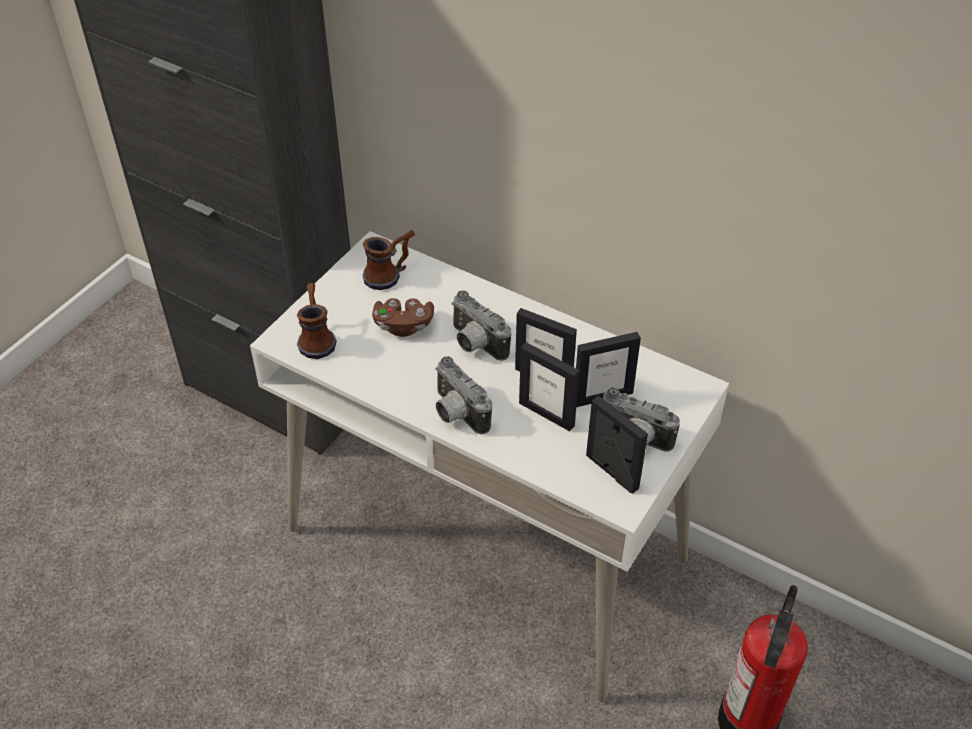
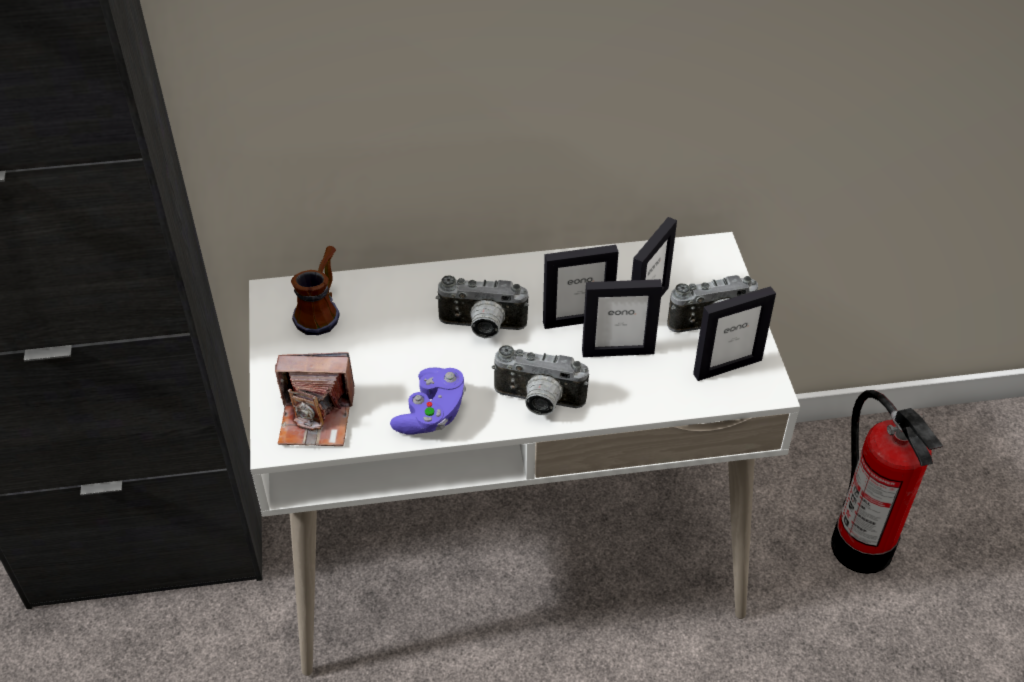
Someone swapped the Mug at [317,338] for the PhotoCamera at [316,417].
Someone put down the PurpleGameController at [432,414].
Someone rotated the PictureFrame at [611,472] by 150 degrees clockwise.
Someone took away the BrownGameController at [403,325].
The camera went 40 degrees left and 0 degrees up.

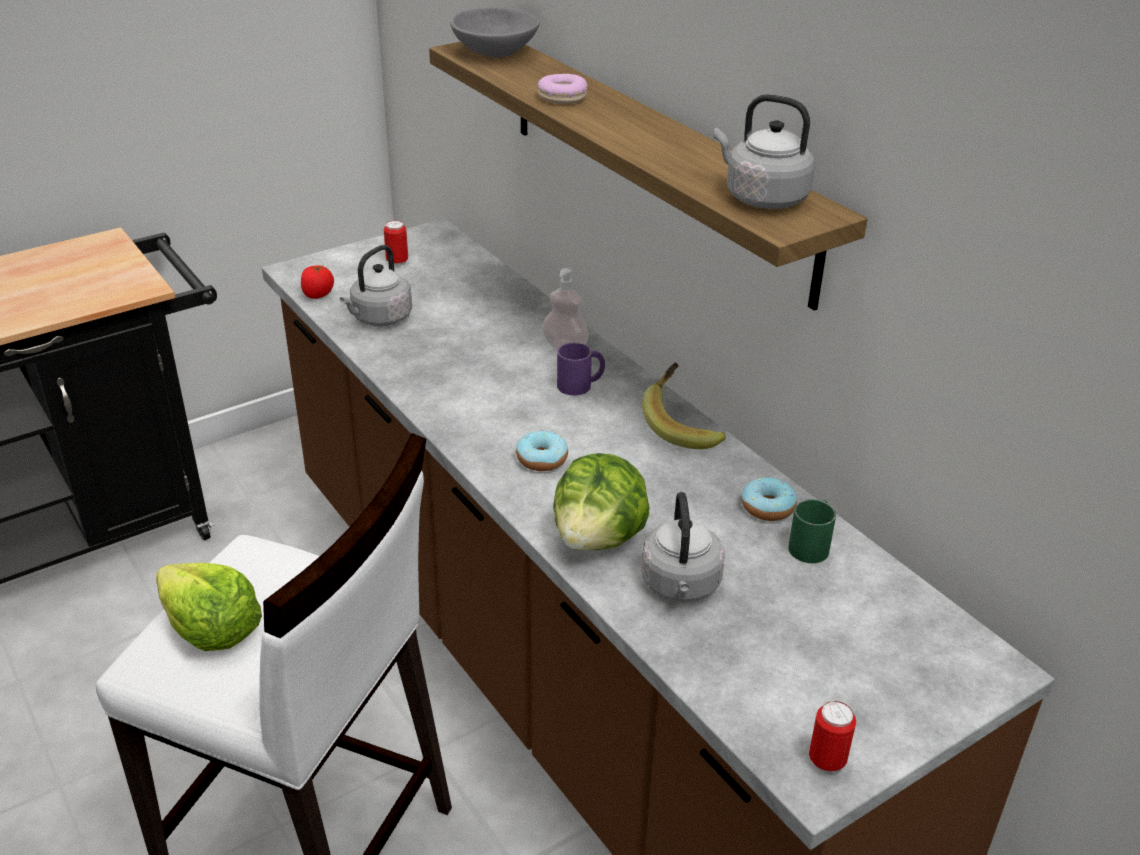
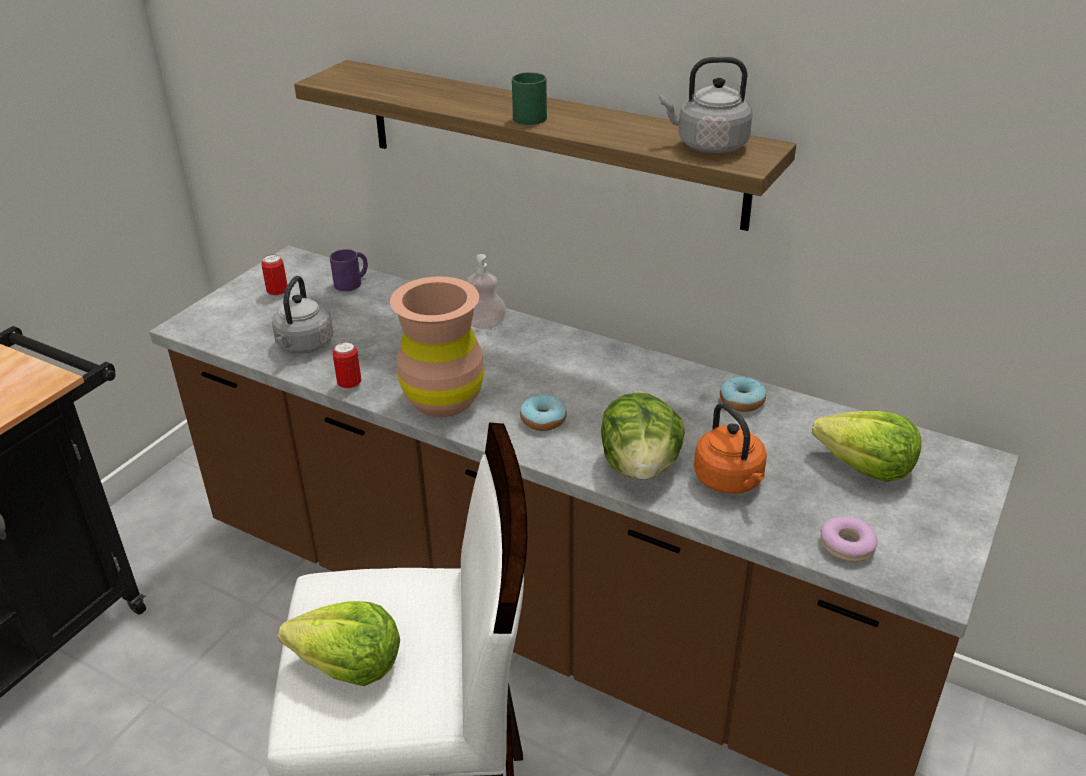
Someone carried the PurpleMug from [581,385] to [352,282].
Someone carried the Can from [827,761] to [349,385].
Someone put down the BrownVase at [443,399].
Someone carried the GreenMug from [811,544] to [530,115].
Someone repainted the GreyKettle at [680,585], which became the OrangeKettle at [730,481].
Someone put down the Lettuce at [866,467].
Someone carried the Donut from [562,97] to [847,545].
Someone took away the Tomato at [318,294].
Someone took away the GreyBowl at [495,52].
Someone took away the Banana at [684,425].
The camera went 25 degrees left and 0 degrees up.

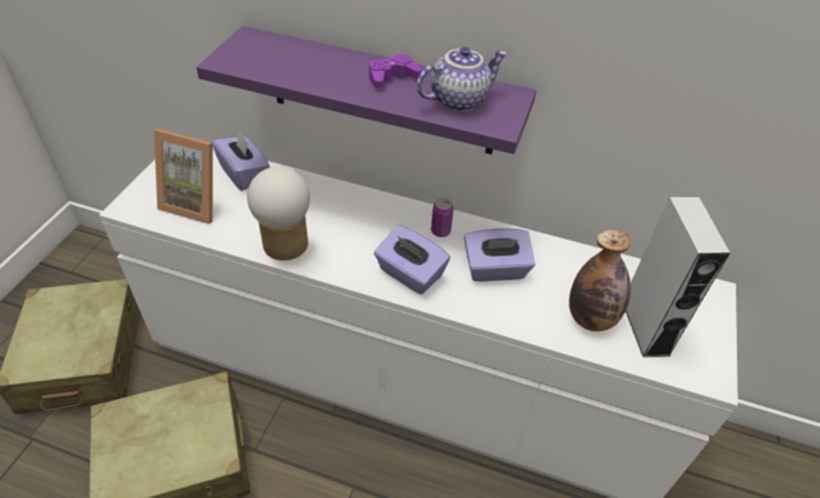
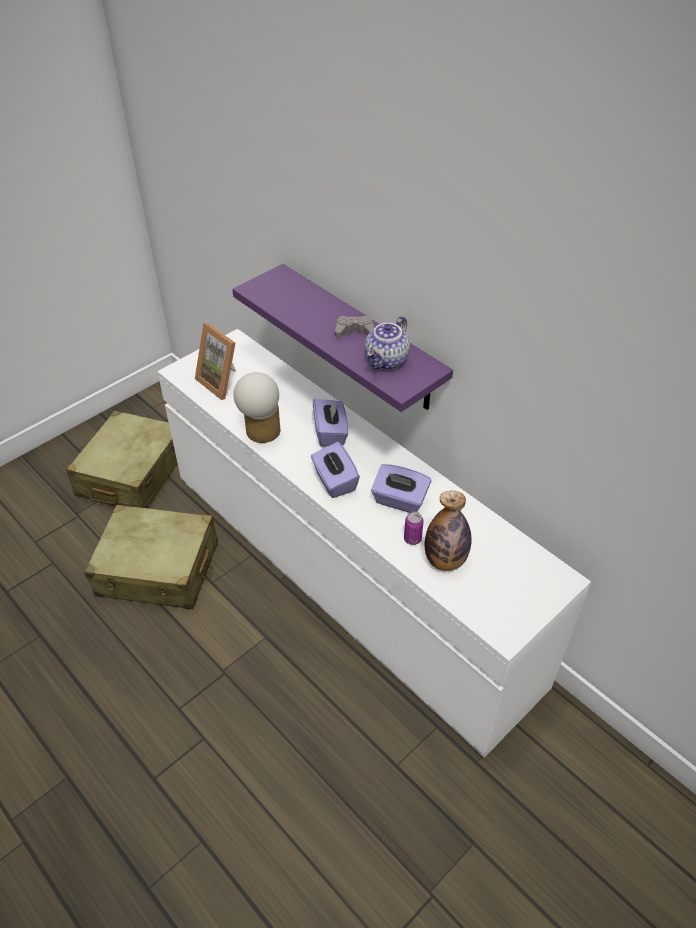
Someone carried the PurpleTissueBox from [244,174] to [330,433].
Someone repainted the PurpleGameController at [392,77], which became the GreyGameController at [354,331].
Someone rotated the Teapot at [458,99] by 120 degrees clockwise.
Someone carried the Can from [440,231] to [412,539].
Someone took away the GreySpeaker at [645,327].
The camera went 30 degrees right and 0 degrees up.

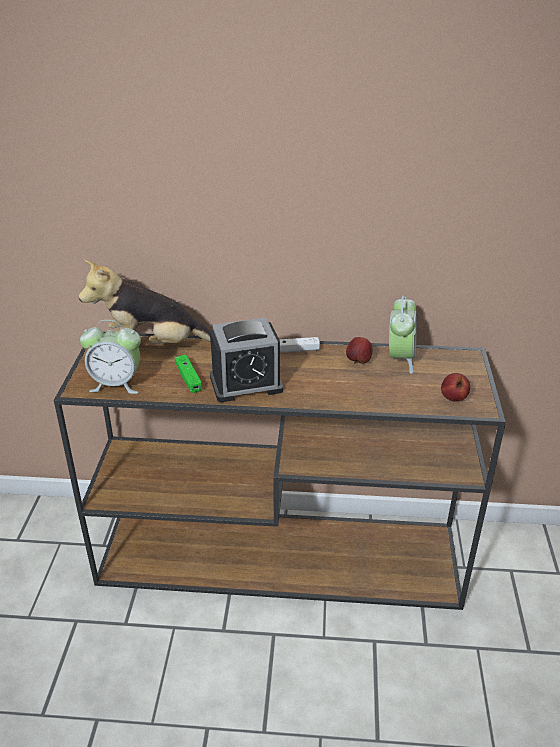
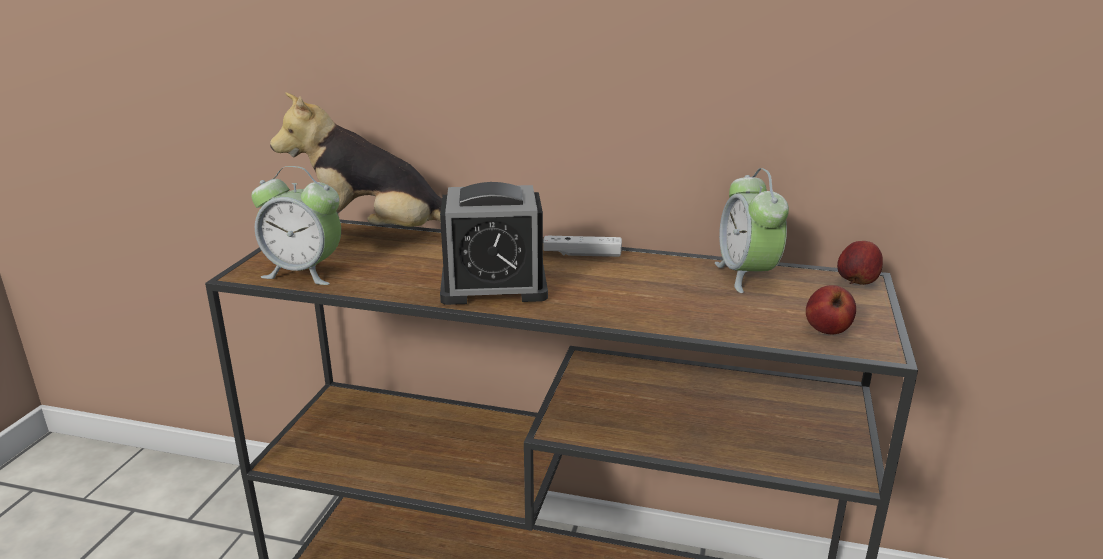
Someone rotated the AlarmClock at [400,359] by 150 degrees clockwise.
Someone carried the Apple from [358,361] to [856,283].
Someone took away the GreenGameController at [188,378].
The camera went 10 degrees right and 10 degrees down.

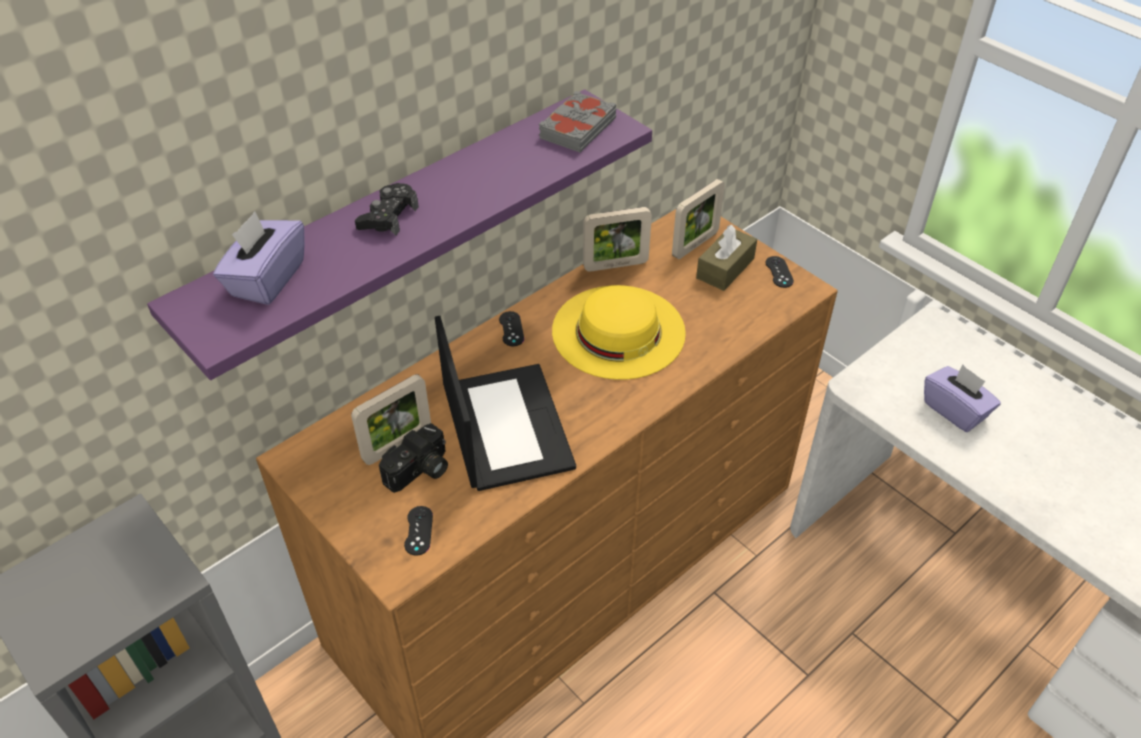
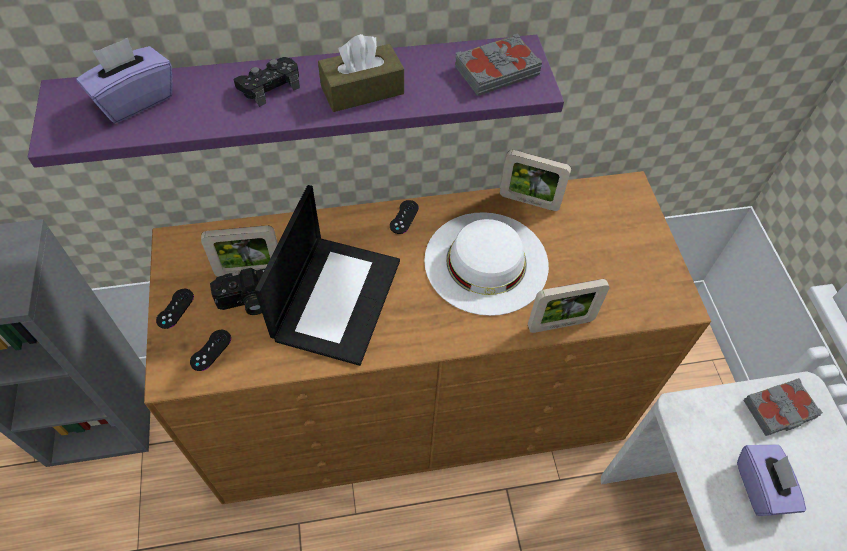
Someone carried the BlackGameController from [779,272] to [175,308].
Someone carried the BrownTissueBox from [725,268] to [362,90].
Someone repainted the YellowHat at [618,331], which became the WhiteHat at [486,262].
Someone carried the PictureFrame from [695,244] to [560,324].
Someone put down the GreyBook at [779,410].
The camera went 30 degrees right and 10 degrees up.

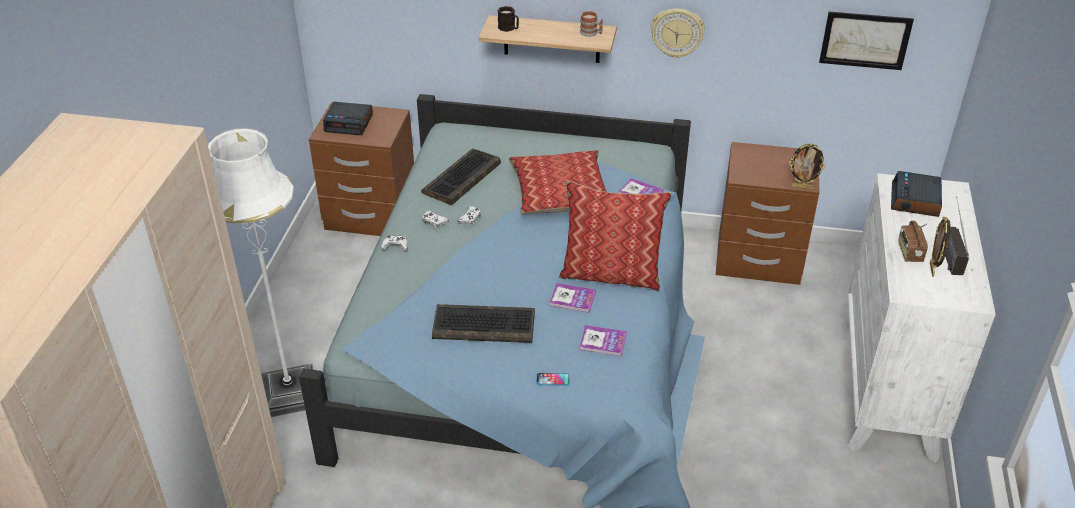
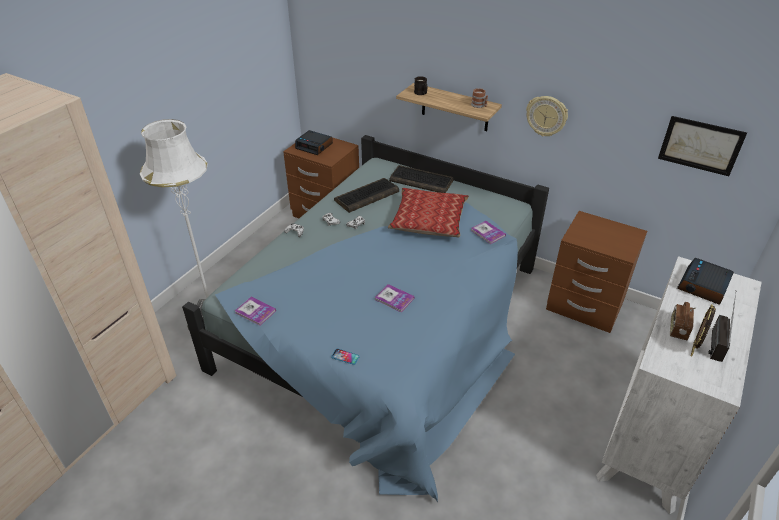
Someone carried the Book from [603,342] to [255,312].
Someone carried the Keyboard from [485,325] to [422,181].
Someone took away the Pillow at [611,273].
Someone took away the PictureFrame at [802,187].
The camera went 20 degrees right and 0 degrees up.

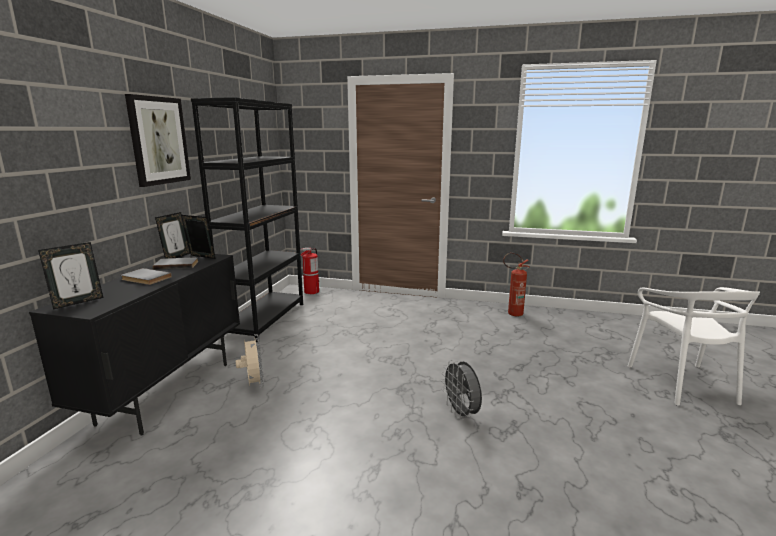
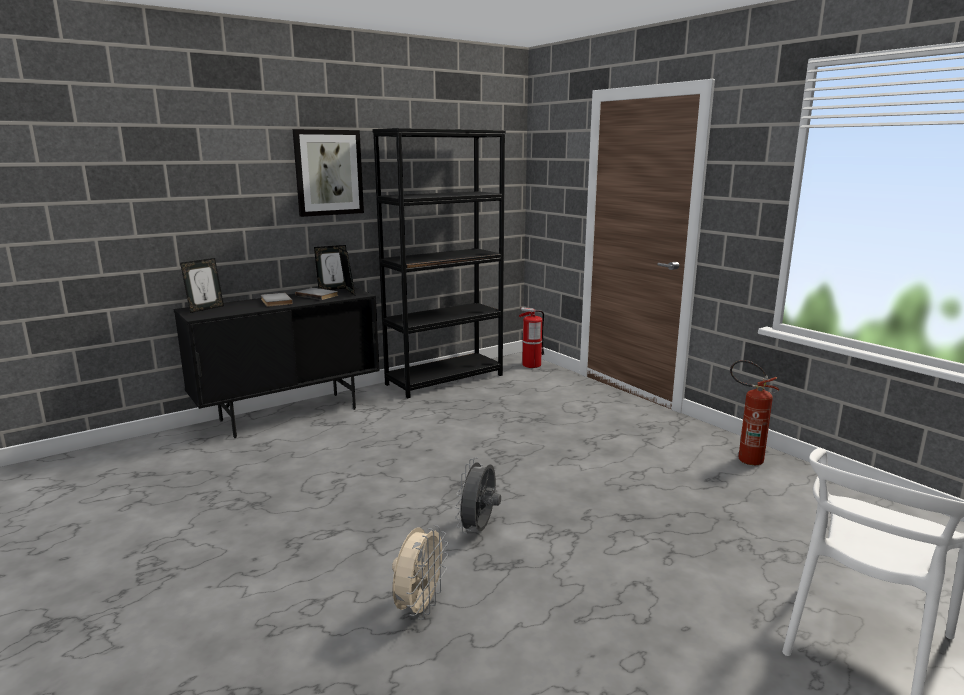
Someone rotated the PictureFrame at [78,302] by 45 degrees counterclockwise.
Someone carried the BeigeFan from [254,384] to [419,607].
The camera went 40 degrees right and 0 degrees up.

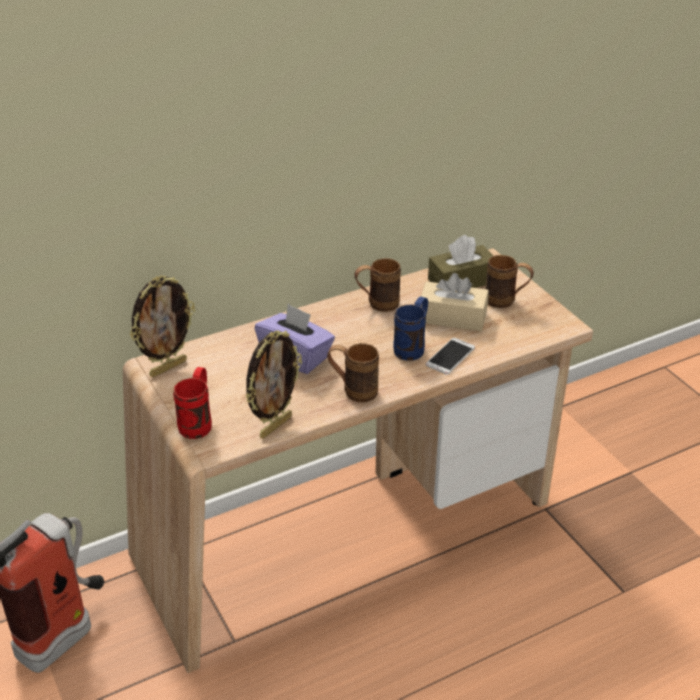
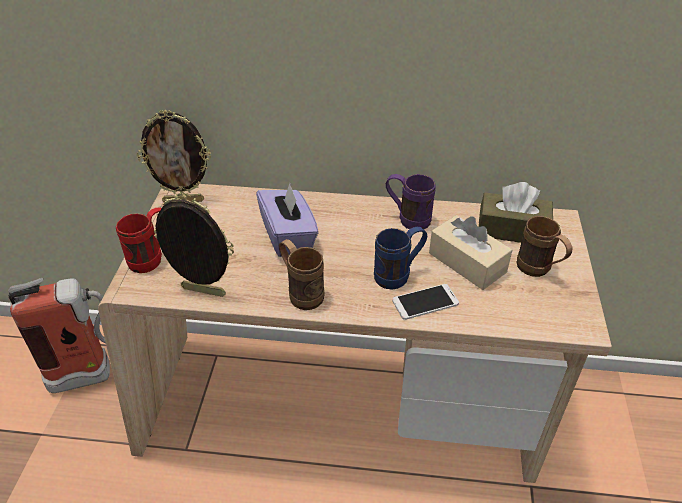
Someone rotated the PictureFrame at [275,426] by 150 degrees counterclockwise.
Someone repainted the BrownMug at [377,304], which became the PurpleMug at [407,219].
The camera went 35 degrees right and 5 degrees up.

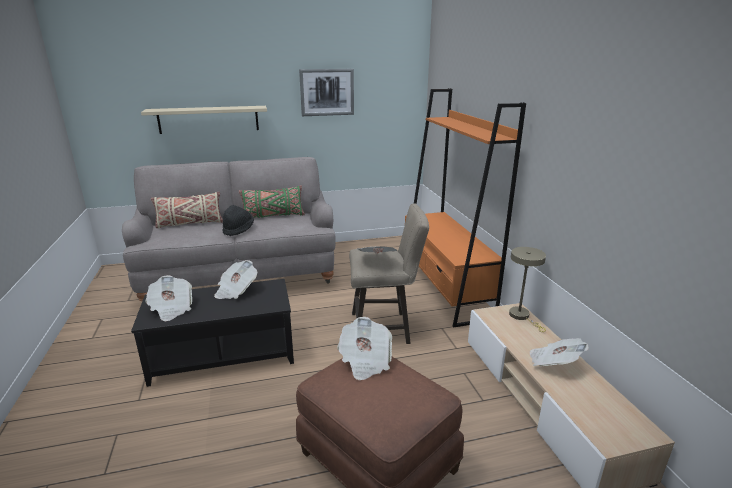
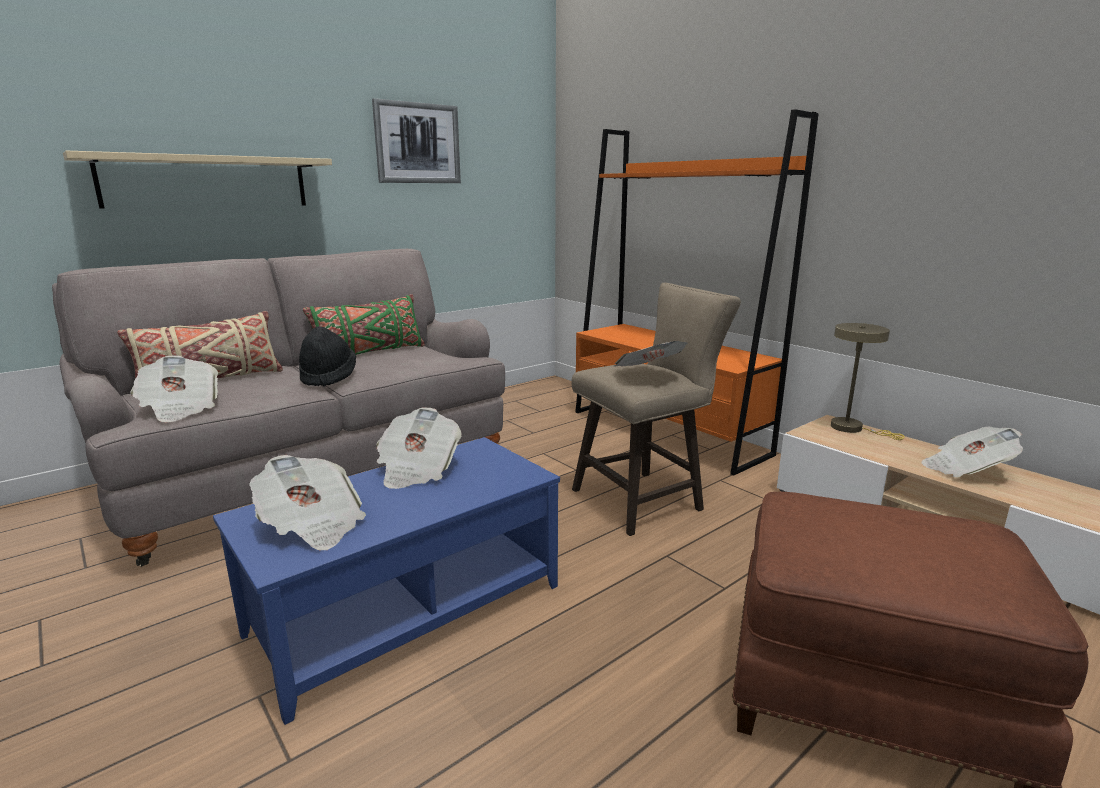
Someone carried the Newspaper from [365,361] to [180,408].
Someone repainted the BlackCoffeeTable at [223,354], which became the BlueCoffeeTable at [406,608].
The camera went 25 degrees left and 5 degrees down.

